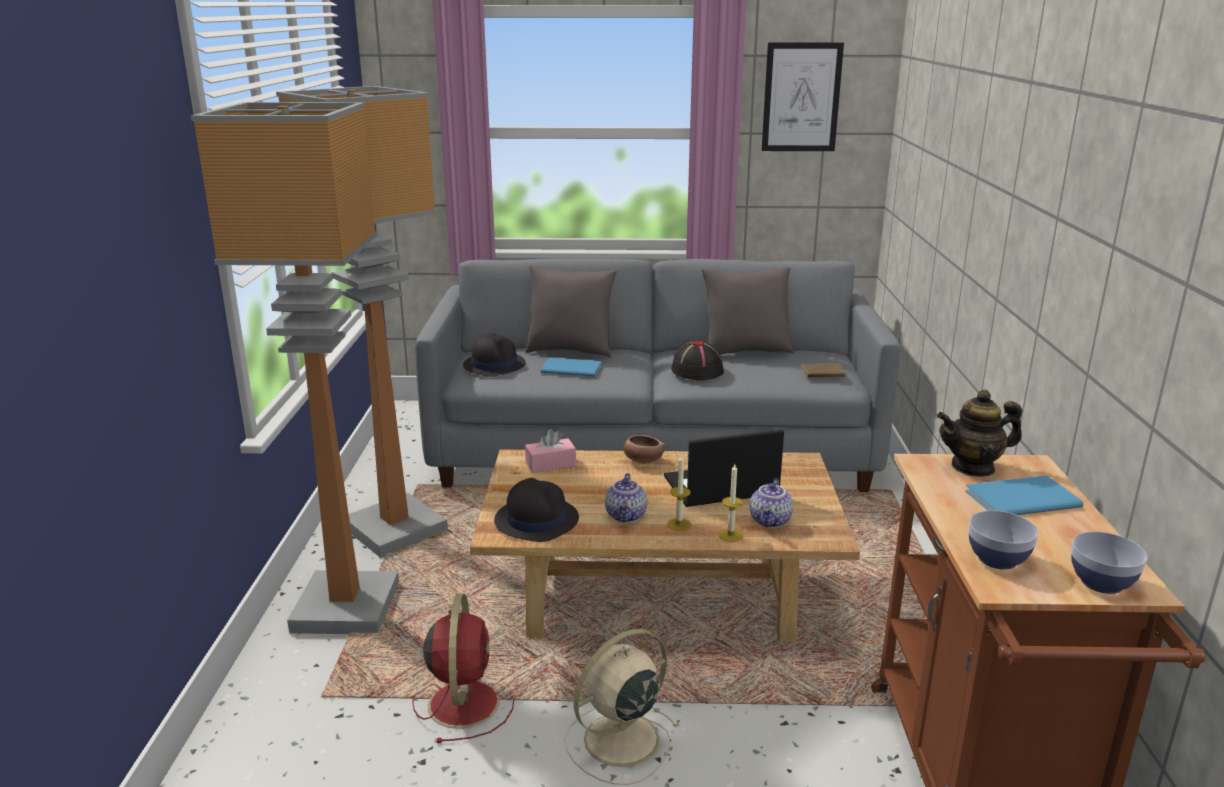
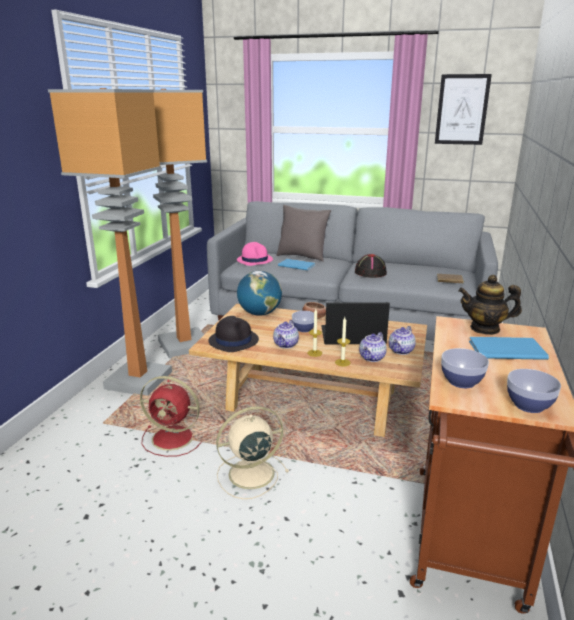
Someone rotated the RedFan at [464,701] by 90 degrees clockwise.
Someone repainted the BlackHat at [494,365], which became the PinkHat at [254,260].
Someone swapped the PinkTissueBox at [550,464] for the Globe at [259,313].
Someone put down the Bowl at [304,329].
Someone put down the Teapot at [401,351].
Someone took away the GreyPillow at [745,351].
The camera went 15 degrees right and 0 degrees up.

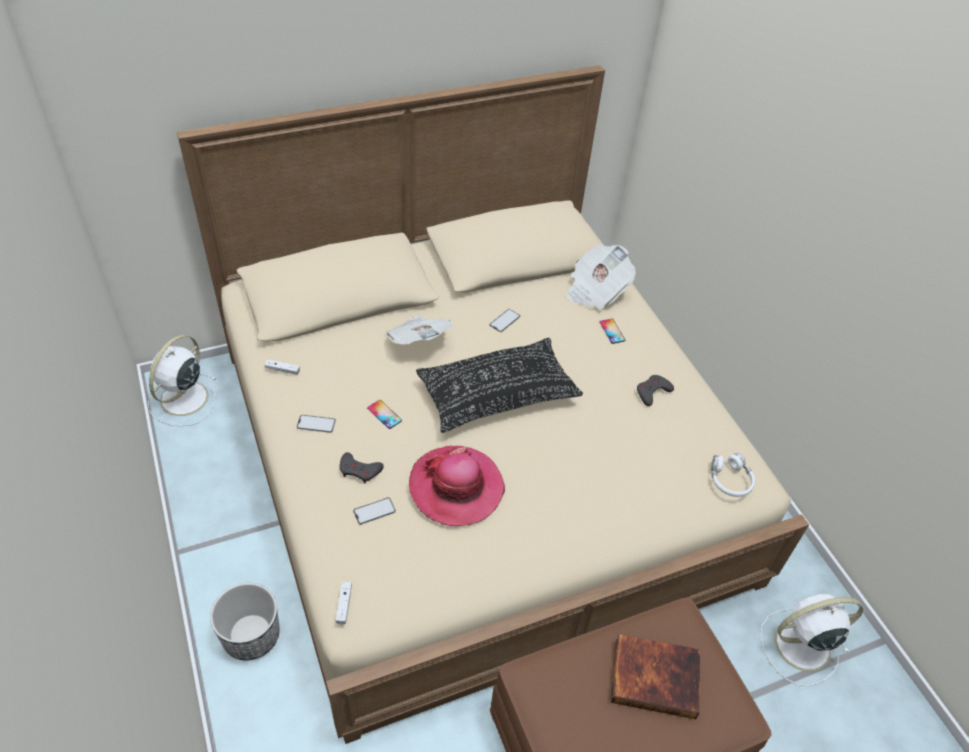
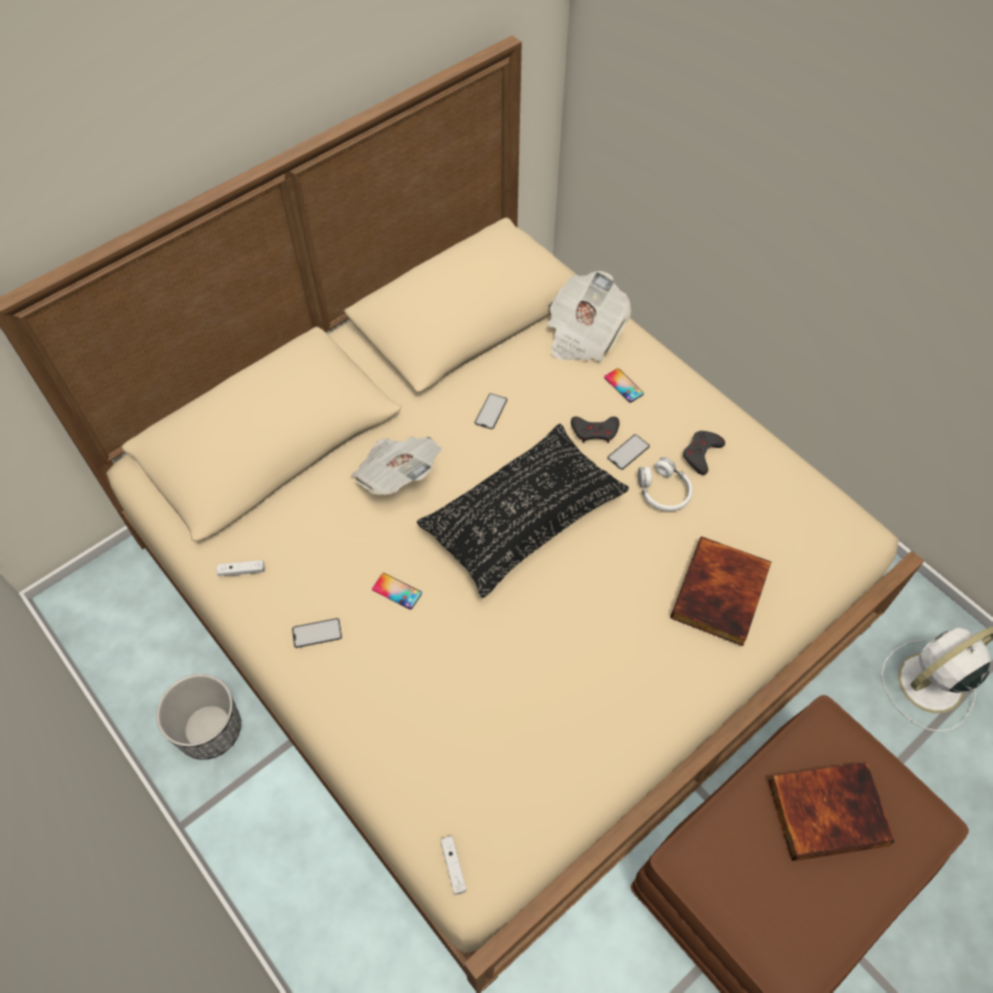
Someone carried the Planter from [251,635] to [209,729].
Someone carried the GreyGameController from [360,470] to [595,431].
Someone carried the Phone from [374,511] to [628,452].
Someone carried the WhiteHeadphones from [729,480] to [663,491].
Someone put down the Book at [722,594].
Someone took away the WhiteFan at [183,400].
Someone took away the Hat at [456,487].
The camera went 15 degrees left and 10 degrees up.

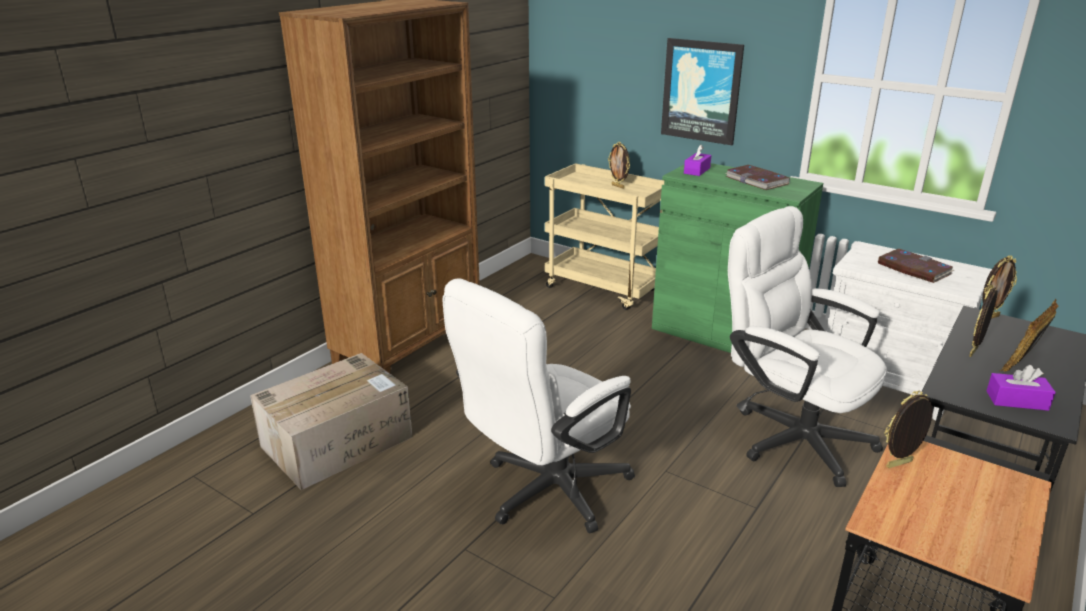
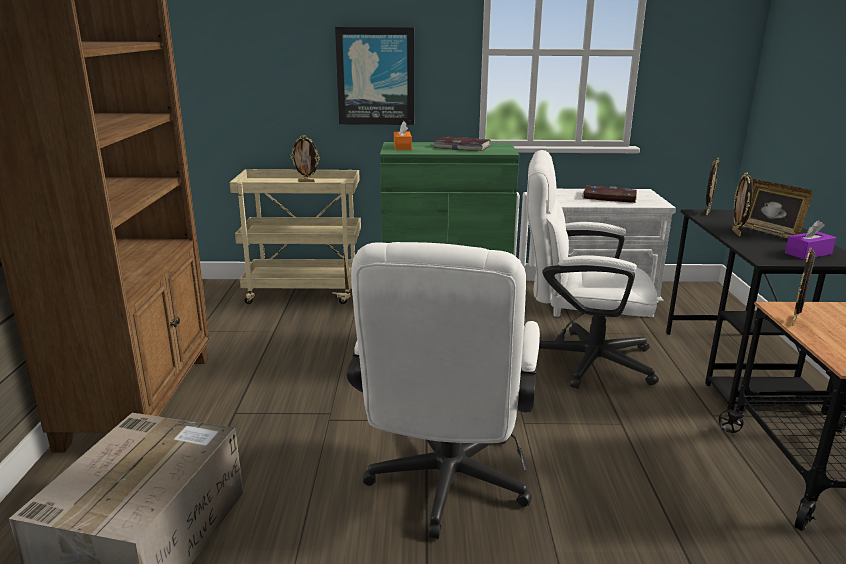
Someone repainted the PurpleTissueBox at [697,170], which became the OrangeTissueBox at [402,147].
Someone rotated the PictureFrame at [1022,361] by 45 degrees counterclockwise.
The camera went 35 degrees left and 5 degrees down.

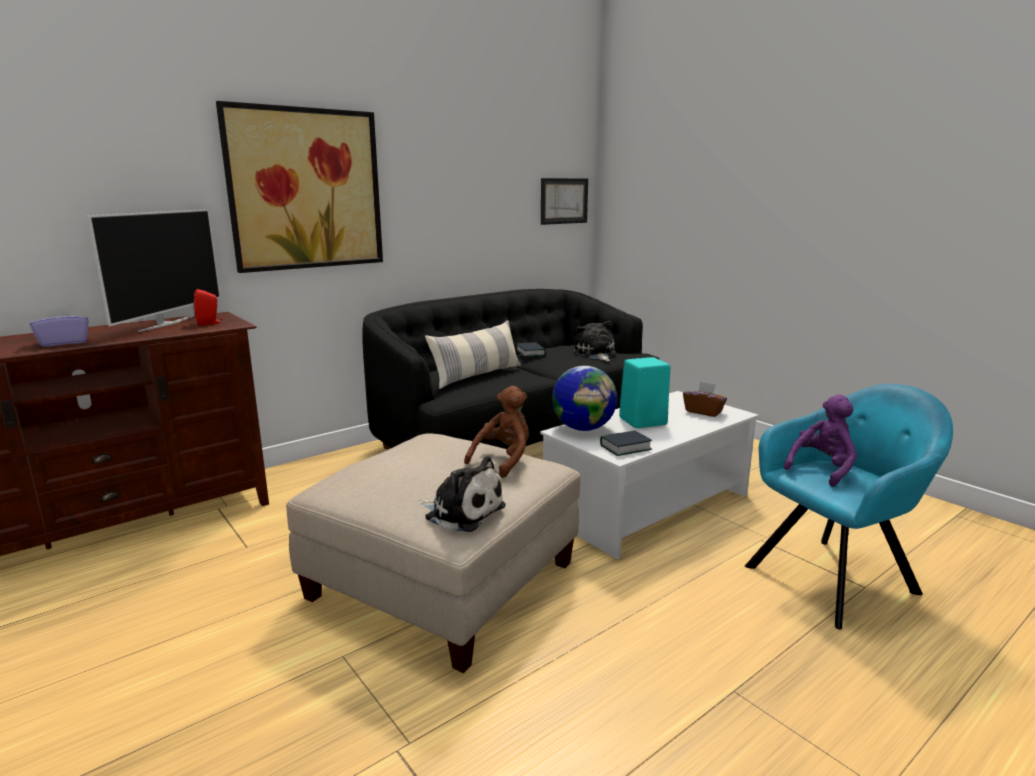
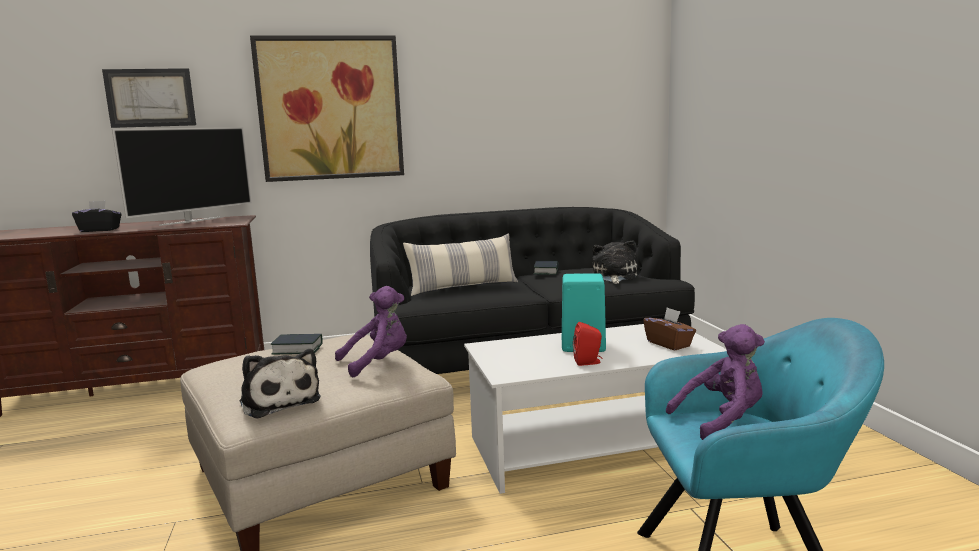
Someone repainted the PurpleTissueBox at [64,342], which became the BlackTissueBox at [100,230].
Someone carried the Picture from [564,201] to [150,98].
Someone carried the Book from [625,448] to [297,349].
Someone repainted the BrownPlushToy at [504,460], which became the PurplePlushToy at [378,363].
Someone carried the RedSpeaker from [209,323] to [588,362].
Someone took away the Globe at [583,428].
The camera went 25 degrees right and 5 degrees down.

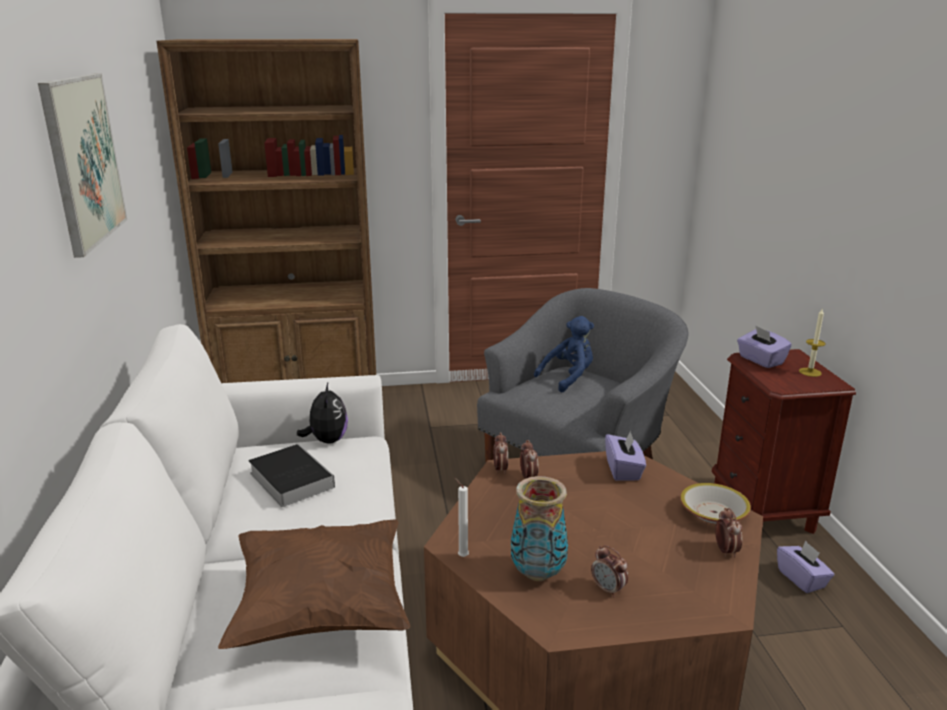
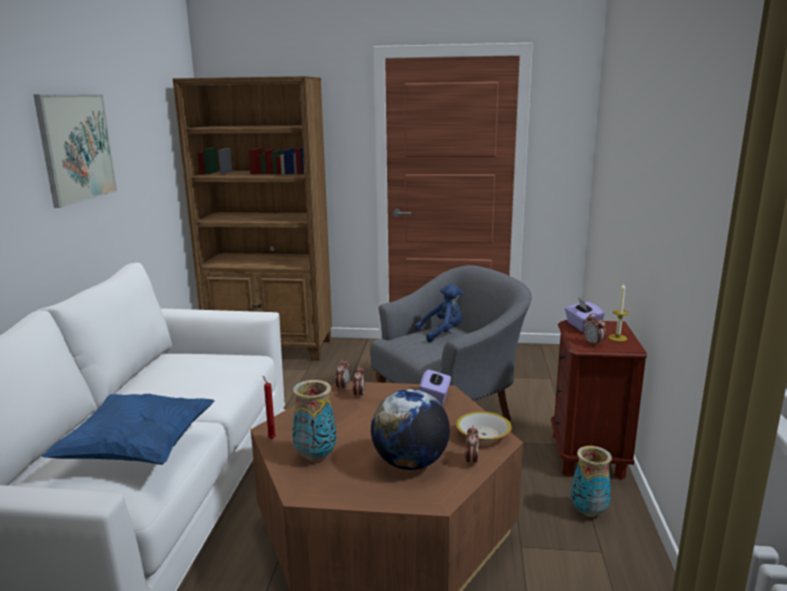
Someone repainted the BrownPillow at [321,609], which became the BluePillow at [138,451].
Someone repainted the WhiteCandle at [461,556], which became the RedCandle at [271,438].
Someone put down the Globe at [410,463].
Someone swapped the PurpleTissueBox at [802,579] for the Vase at [588,511].
Someone carried the AlarmClock from [608,589] to [593,343].
Someone took away the Book at [289,479].
Someone took away the PlushToy at [327,440].
The camera went 15 degrees right and 5 degrees down.

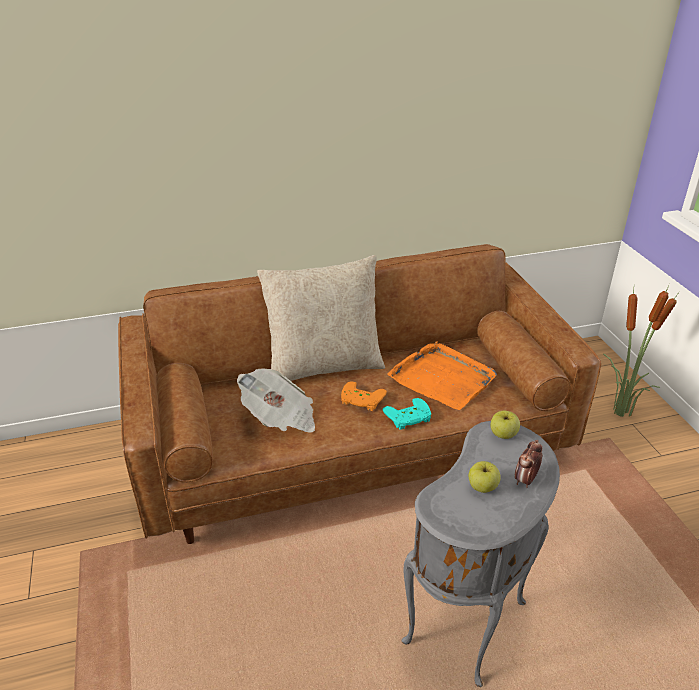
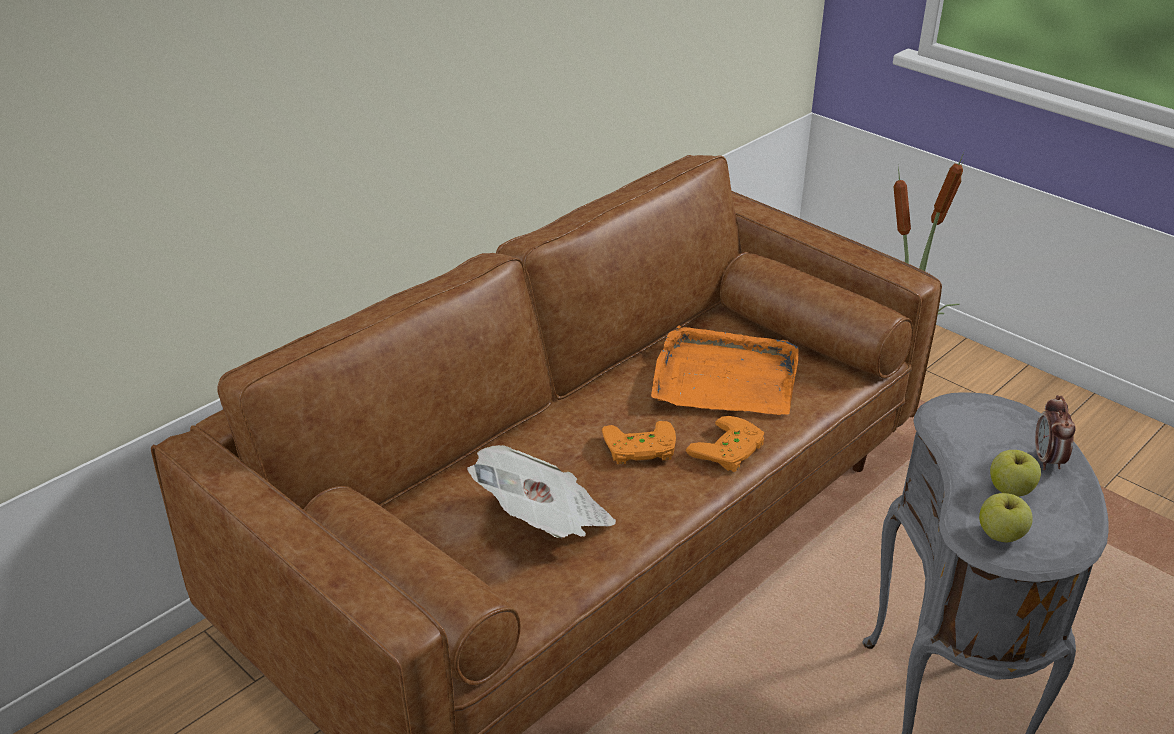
Someone repainted the TurquoiseGameController at [408,418], which became the OrangeGameController at [731,451].
Someone carried the Apple from [503,435] to [1001,535].
Someone took away the BeigePillow at [324,365].
The camera went 30 degrees left and 0 degrees up.

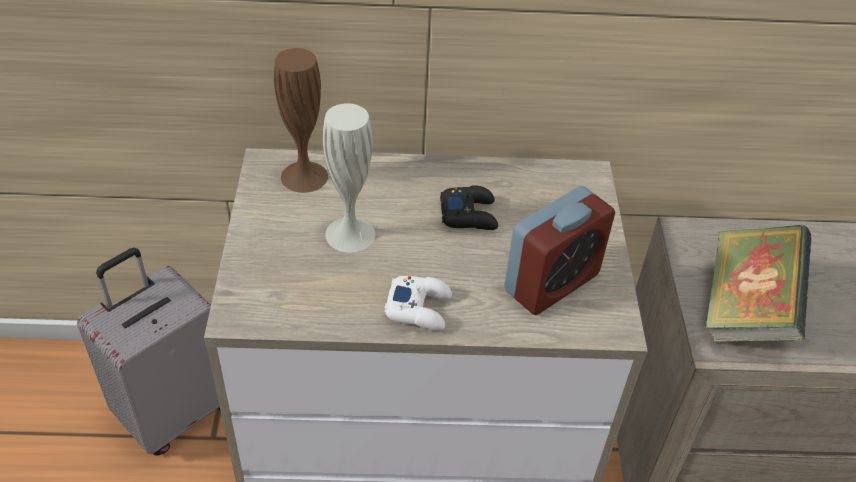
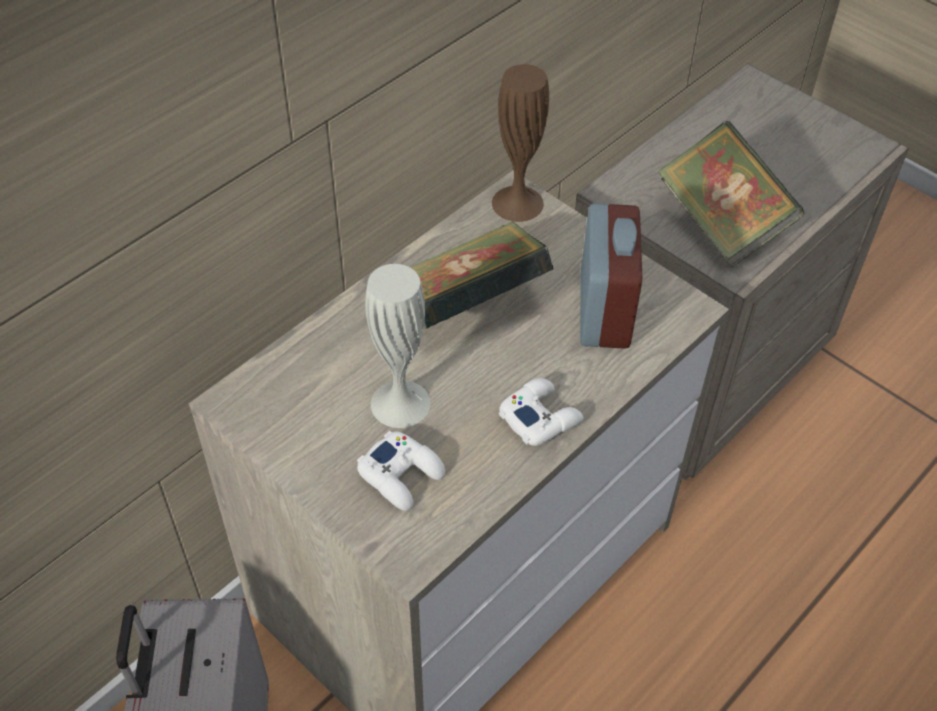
Someone put down the WhiteGameController at [401,475].
Someone swapped the BlackGameController at [469,214] for the Book at [470,304].
Someone carried the BrownVase from [304,176] to [517,203].
The camera went 45 degrees left and 5 degrees up.

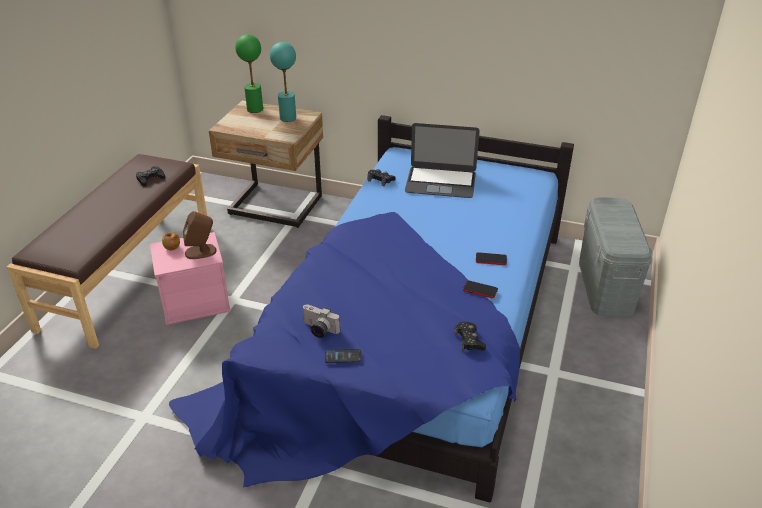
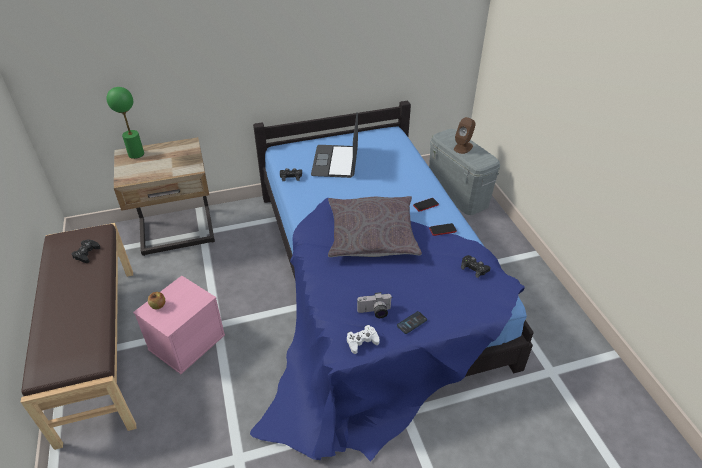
Someone rotated the Laptop at [440,182] by 120 degrees clockwise.
Someone put down the GreyPillow at [372,235].
Someone put down the WhiteGameController at [362,341].
Someone carried the BrownSpeaker from [201,252] to [463,147].
Someone took away the TurquoiseTableLamp at [288,118].
The camera went 35 degrees left and 5 degrees up.

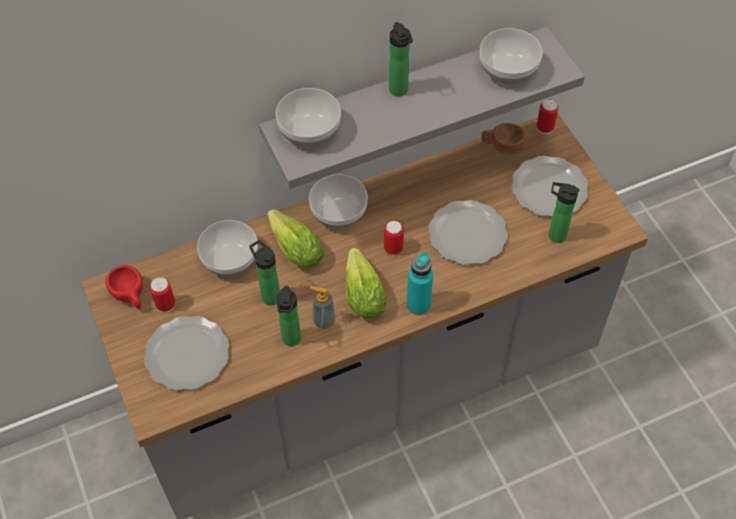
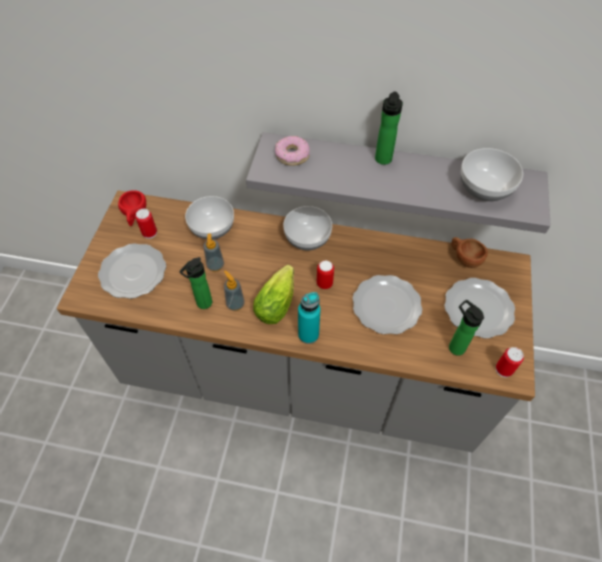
Someone swapped the Bottle at [269,295] for the SoapDispenser at [215,265].
Someone swapped the Bowl at [310,132] for the Donut at [292,155].
Someone carried the Can from [545,128] to [504,369].
Someone took away the Lettuce at [293,247].
The camera went 35 degrees right and 0 degrees up.

